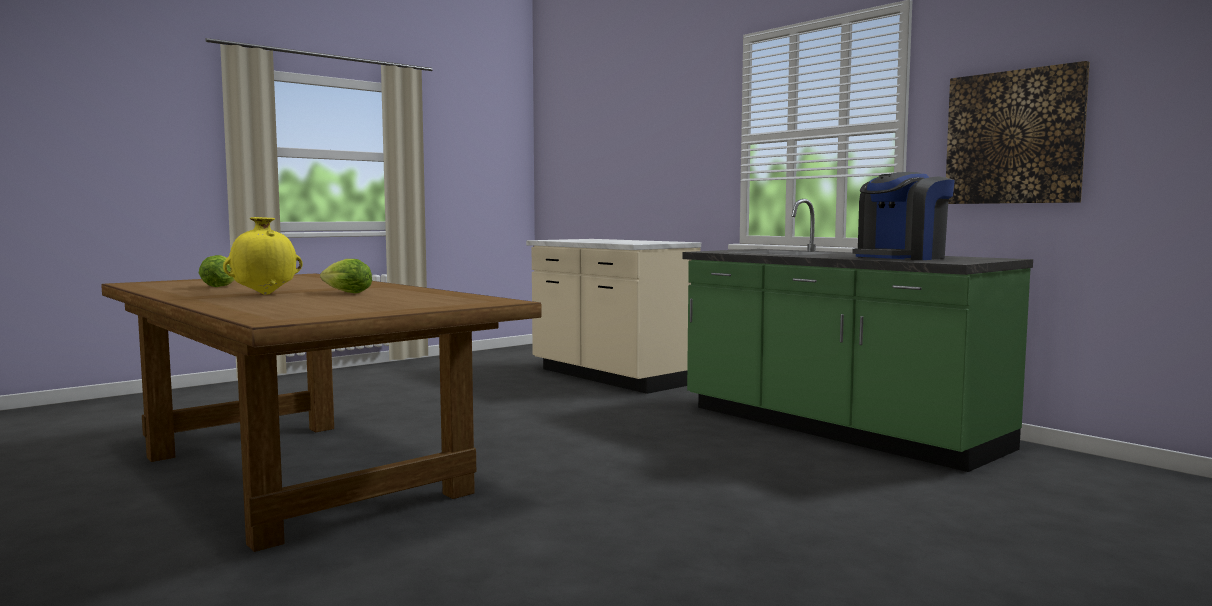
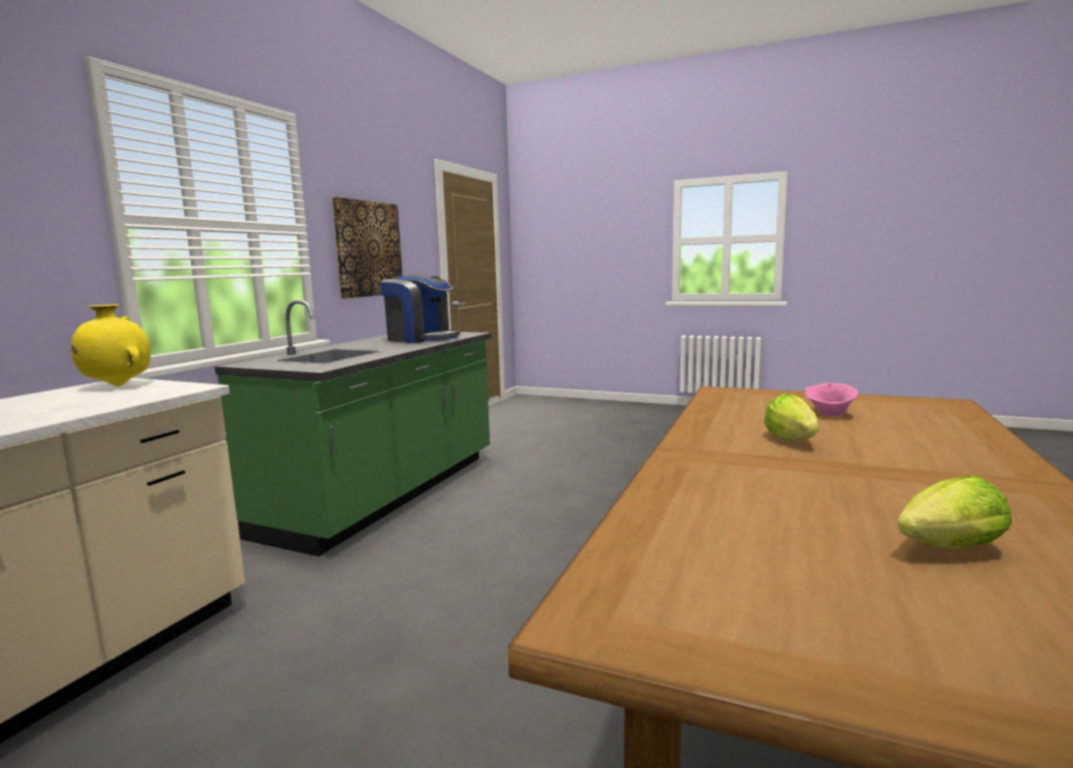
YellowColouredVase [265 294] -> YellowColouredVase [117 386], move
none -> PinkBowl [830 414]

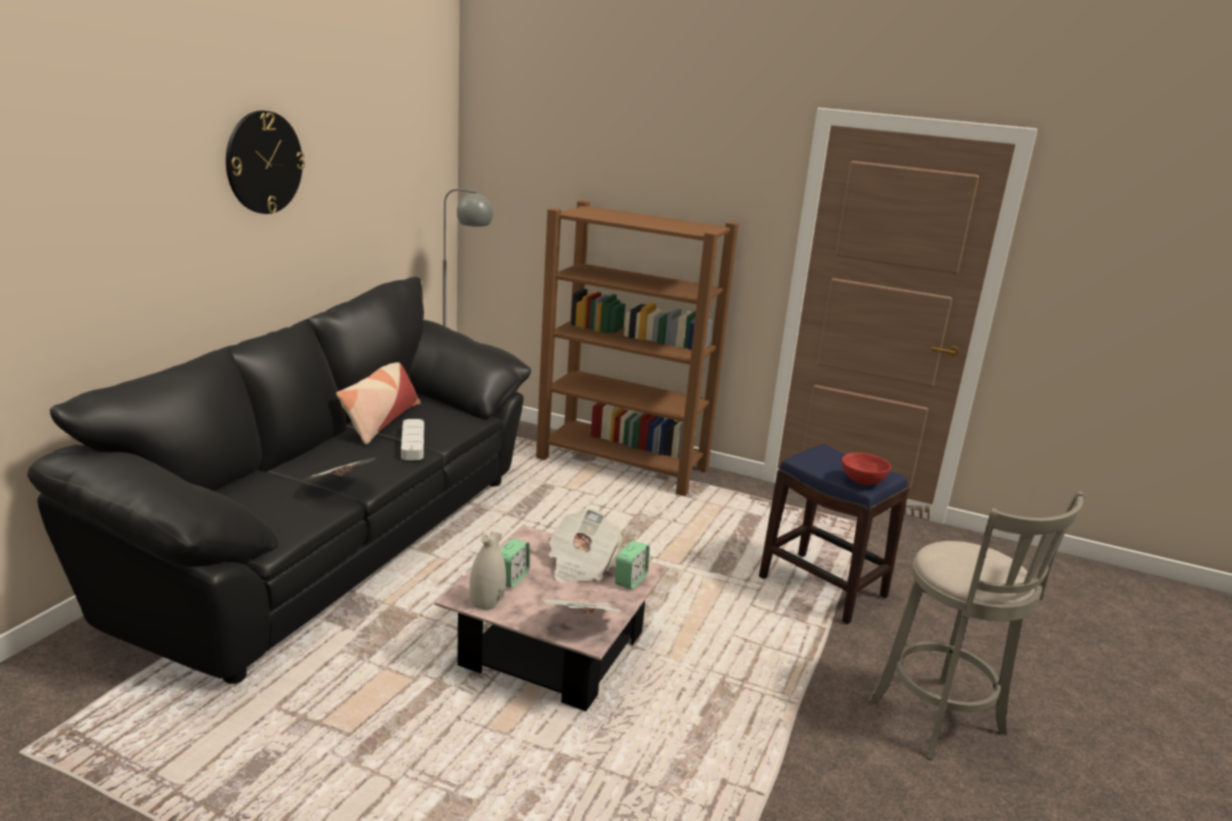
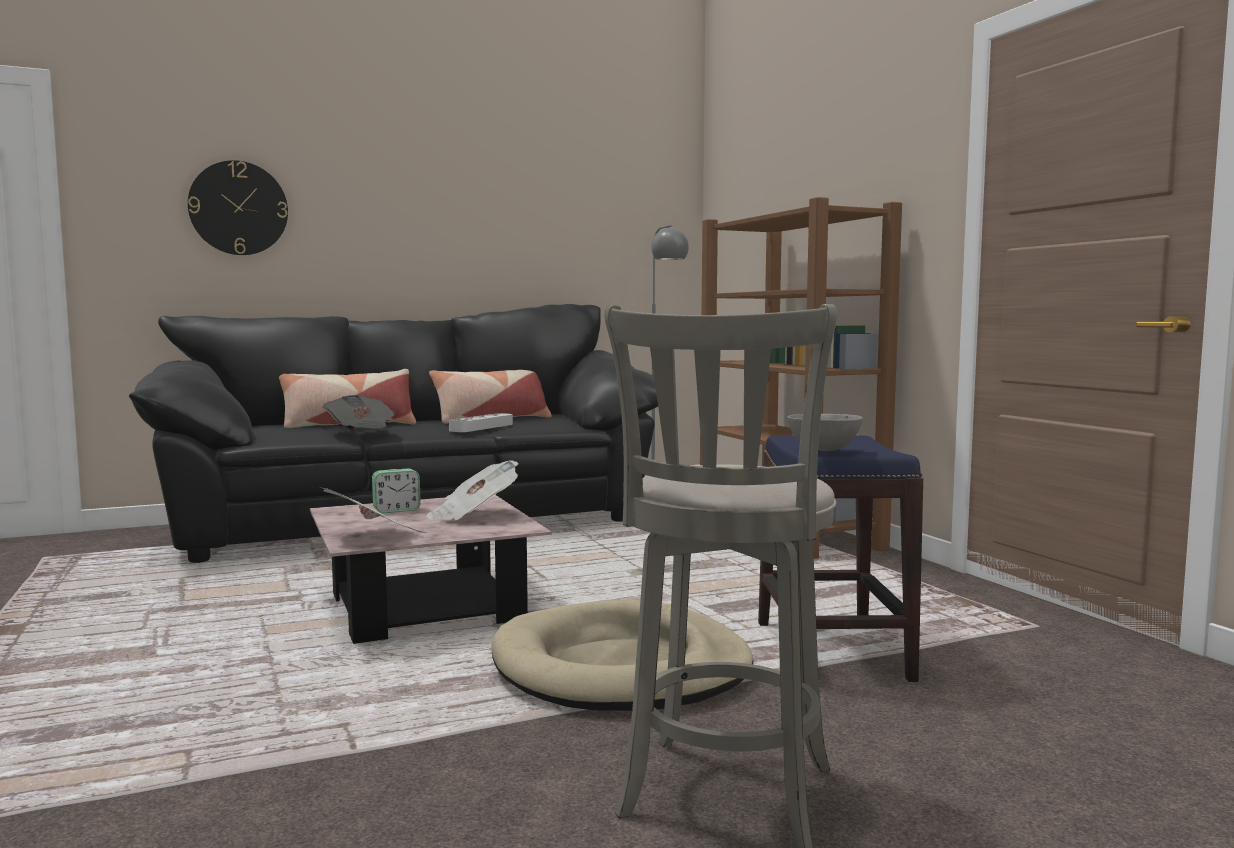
ClockOnTheWall [264 162] -> ClockOnTheWall [238 208], move
none -> Pillow [349 425]
none -> BeigeDogCushion [621 668]
ReddishBowl [861 482] -> GreyBowl [822 450]
WhiteVase [487 601] -> none
BedsideClock [630 580] -> none

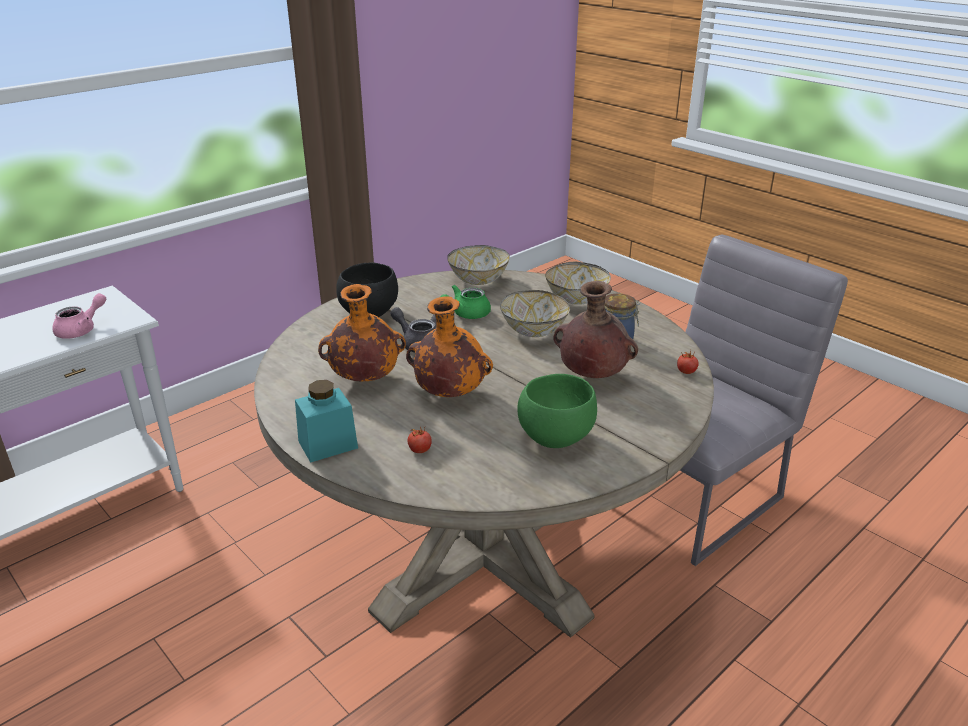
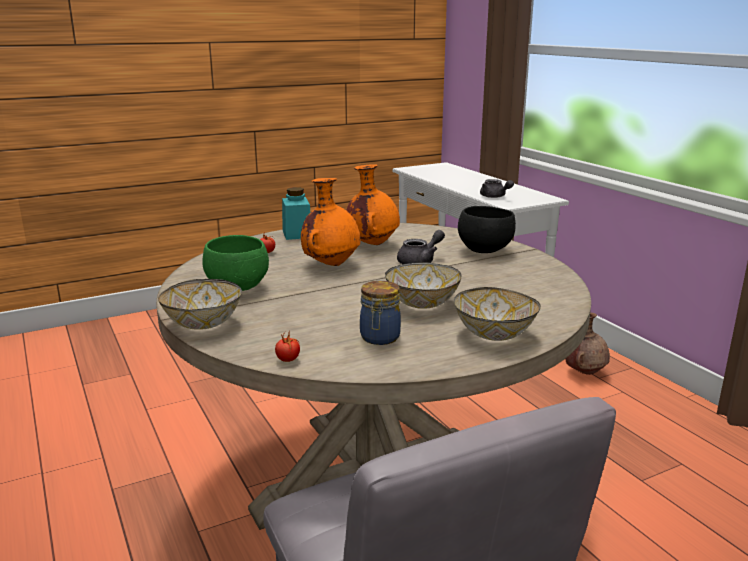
Bowl [477 280] -> Bowl [203 323], move
PinkTeaPot [81 330] -> GreyTeaPot [495 197]
BrownVase [591 375] -> BrownVase [585 372], move
GreenColouredTeaPot [466 314] -> none

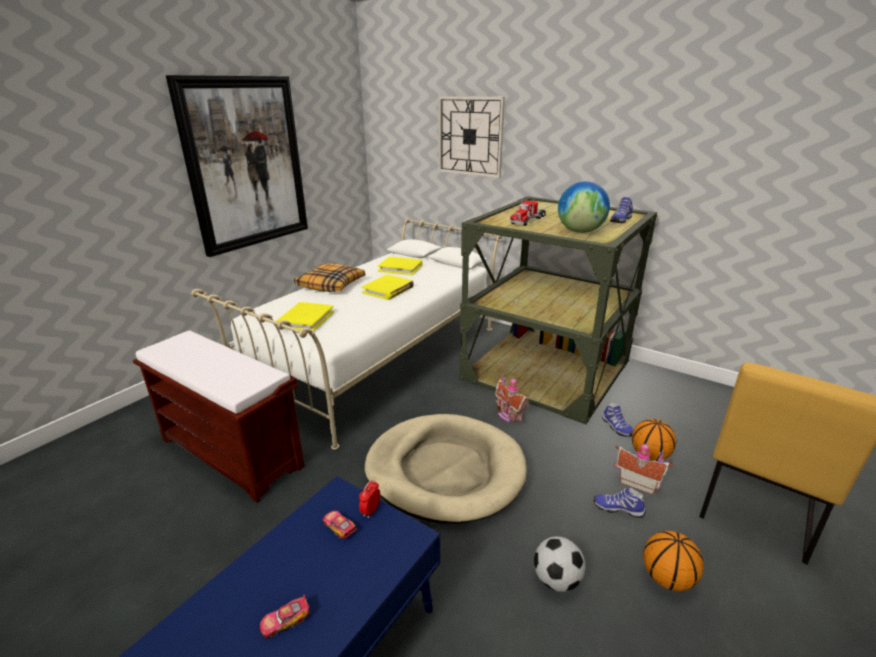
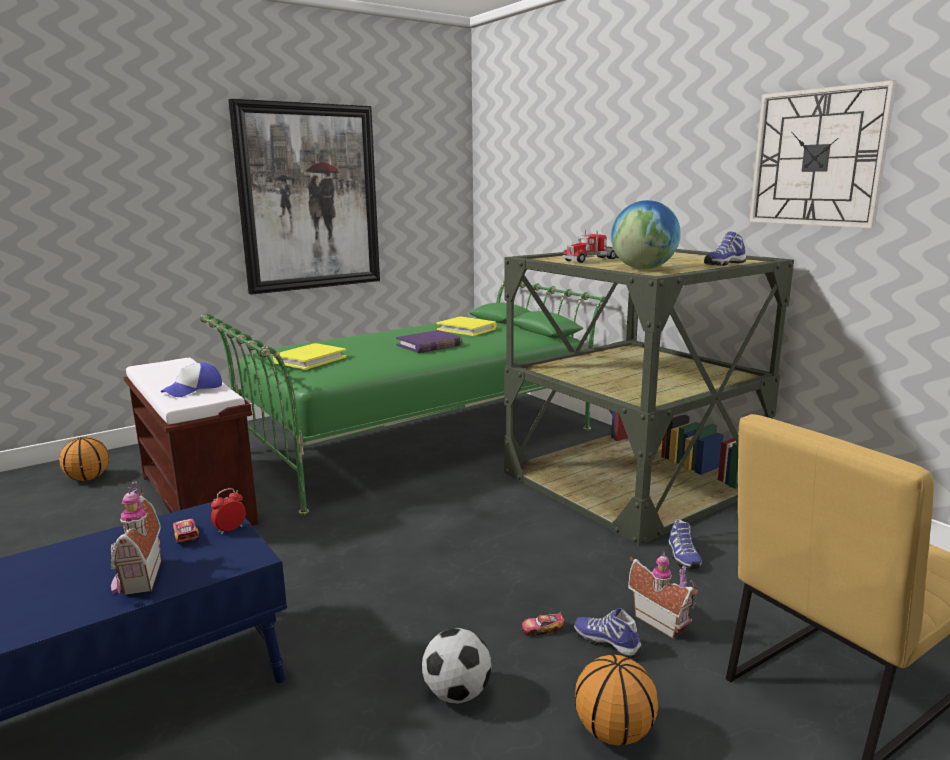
BallForBasketball [650 455] -> BallForBasketball [88 478], move
ModelHouse [508 415] -> ModelHouse [136 579], move
none -> BaseballCap [193 389]
WhiteBedroomBed [377 359] -> GreenColouredBedroomBed [419 440]
YellowColouredBoundBook [388 289] -> PurpleColouredBoundBook [429 345]
ModelCar [285 621] -> ModelCar [542 629], move
ClockOnTheWall [470 136] -> ClockOnTheWall [817 158], move
Pillow [331 285] -> none
BeigeDogCushion [445 470] -> none

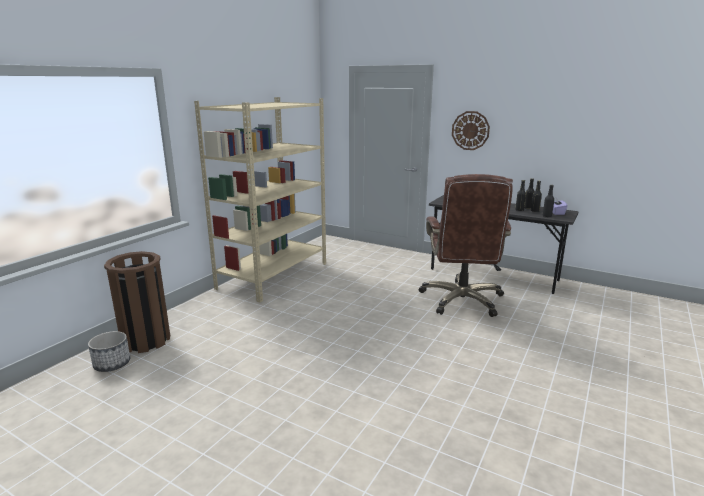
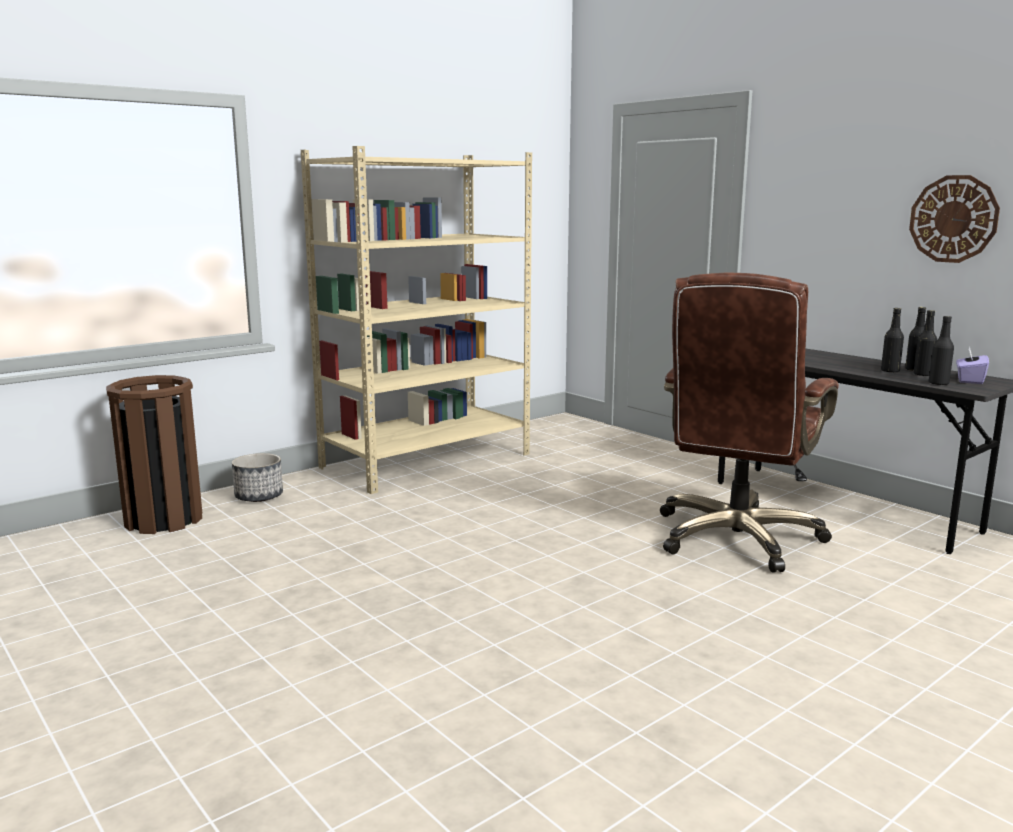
Planter [112 364] -> Planter [259 496], move
ClockOnTheWall [470 130] -> ClockOnTheWall [953 219], move

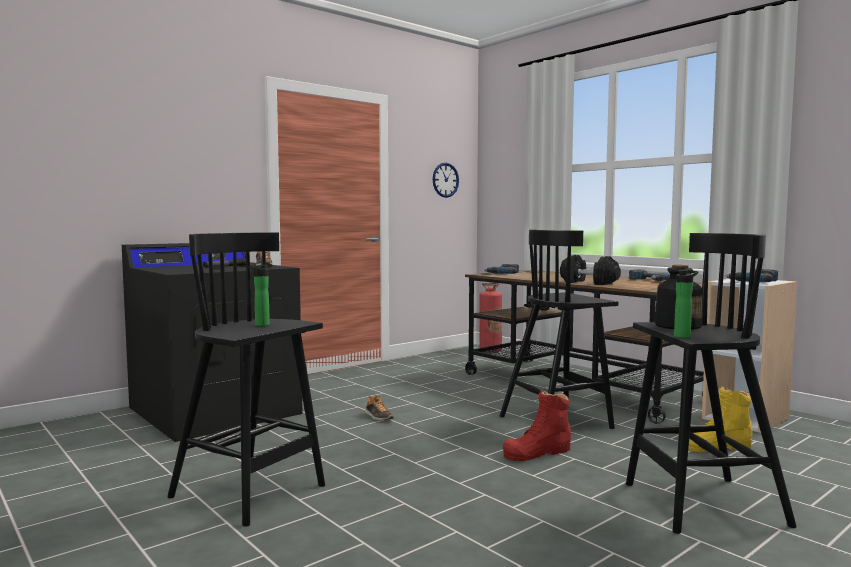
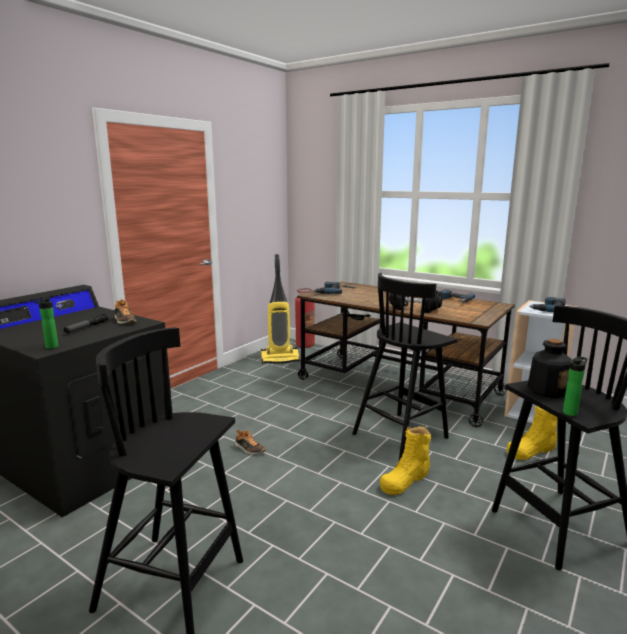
BeverageBottle [260 325] -> BeverageBottle [50 347], move
none -> VacuumCleaner [280 359]
ReddishBoot [537 453] -> YellowColouredBoot [405 480]
ClockOnTheWall [445 180] -> none

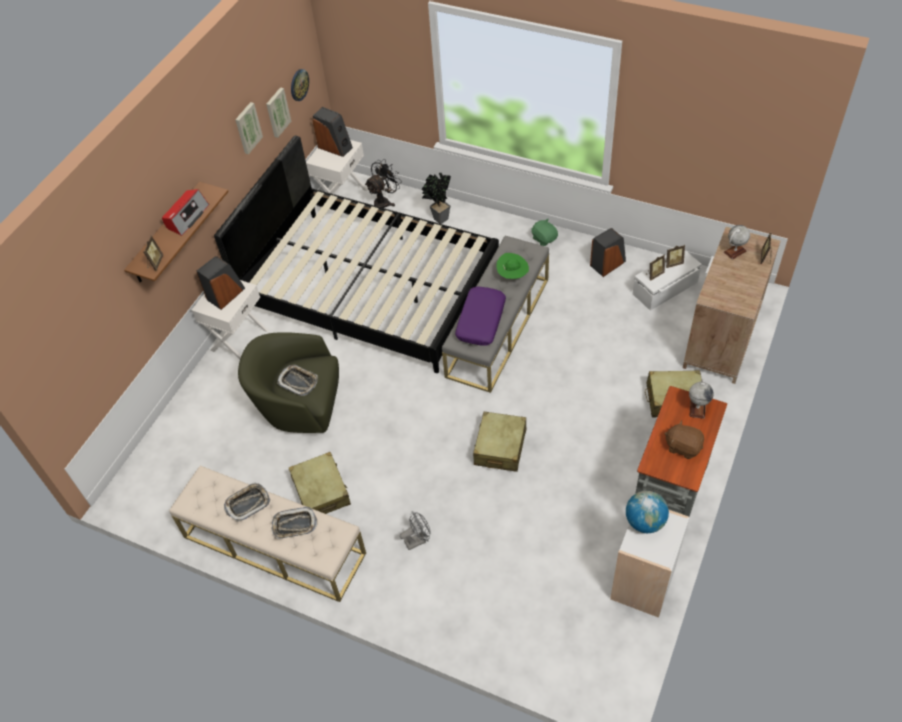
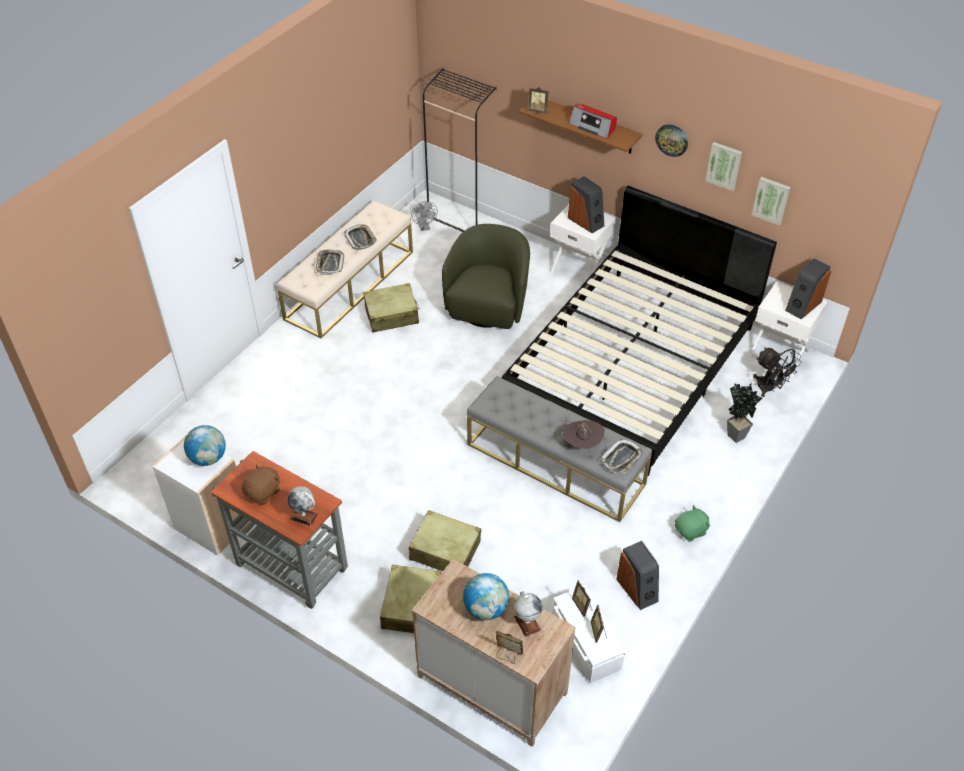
BeigePieceOfLuggage [500 447] -> BeigePieceOfLuggage [445 551], move
GreyFan [418 540] -> GreyFan [424 227], move
none -> BlackColouredGarmentRack [461 218]
none -> WorldGlobe [486 609]
GreenColouredHat [512 275] -> BrownHat [582 444]
ServingTray [298 381] -> ServingTray [621 459], move
ClockOnTheWall [299 85] -> ClockOnTheWall [672 140], move
PurpleColouredPillow [480 320] -> none

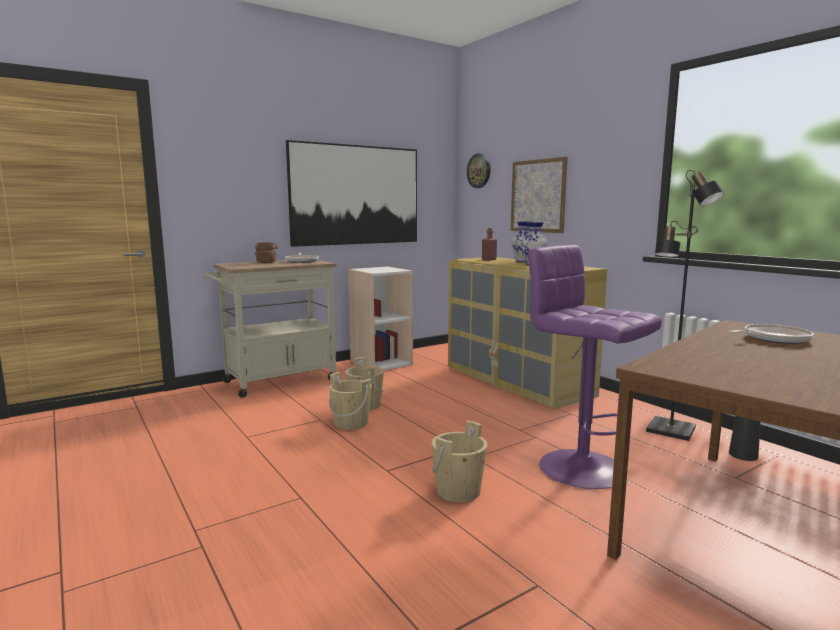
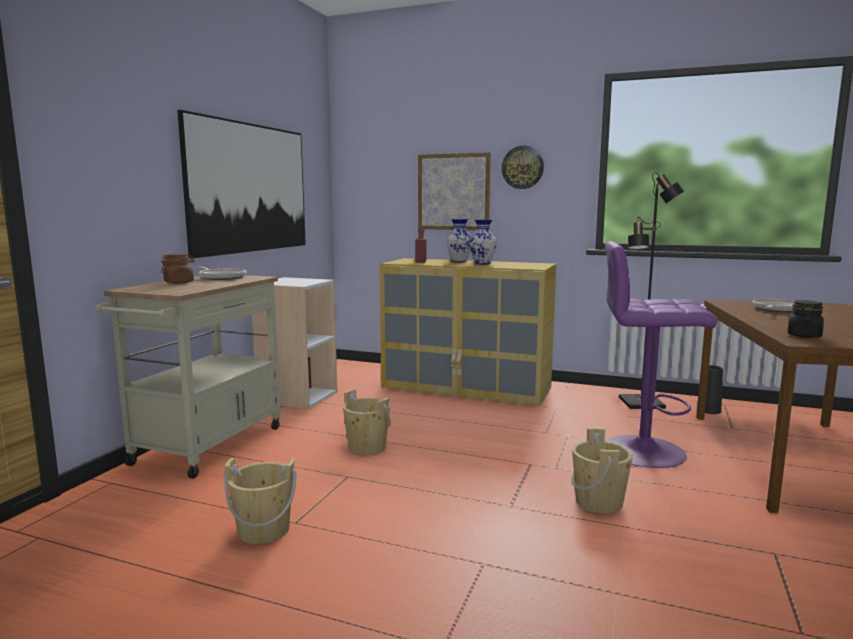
BeigeBucket [351 423] -> BeigeBucket [263 530], move
ClockOnTheWall [479 171] -> ClockOnTheWall [522 167], move
none -> BlackColouredJar [803 335]

